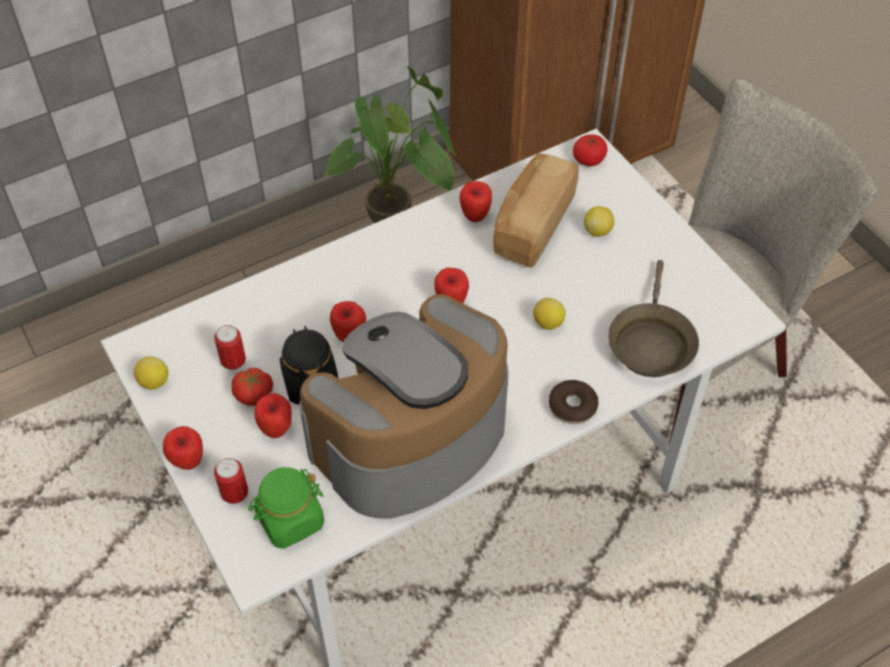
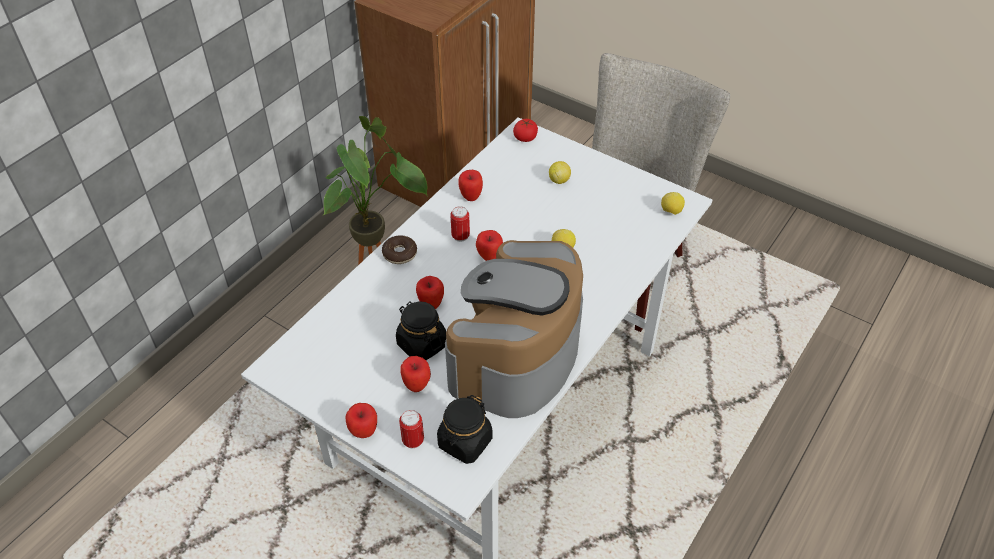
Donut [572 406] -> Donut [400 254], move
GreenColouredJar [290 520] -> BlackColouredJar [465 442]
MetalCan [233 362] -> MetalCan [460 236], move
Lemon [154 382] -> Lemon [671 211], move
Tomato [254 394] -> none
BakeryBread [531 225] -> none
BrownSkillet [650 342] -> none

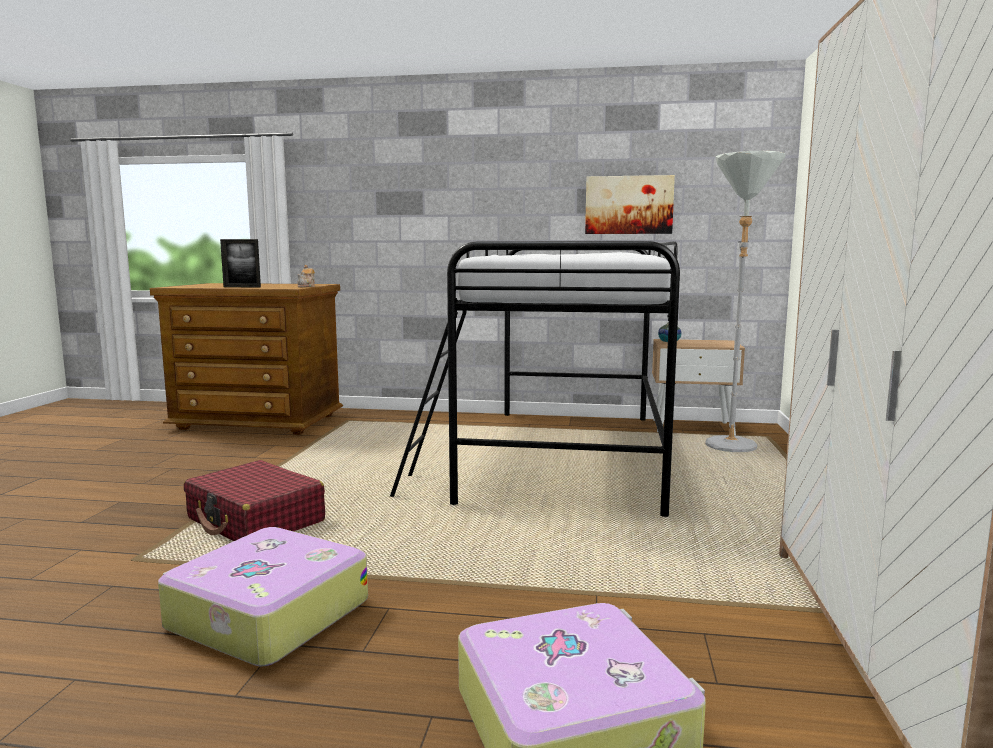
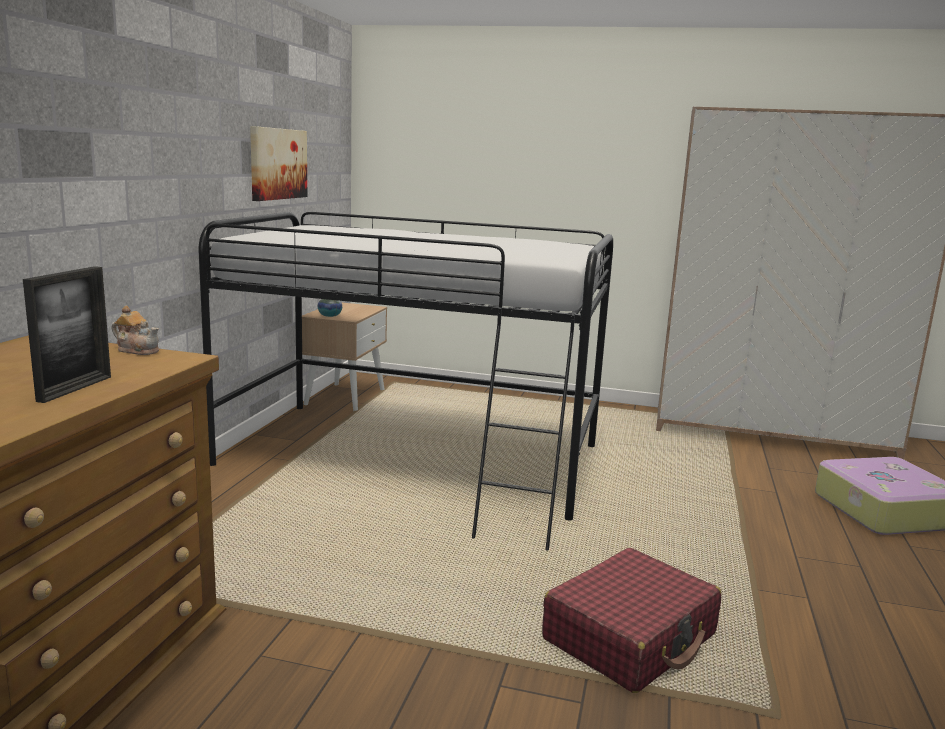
PieceOfLuggage [266 615] -> none
GreyFloorLamp [731 449] -> none

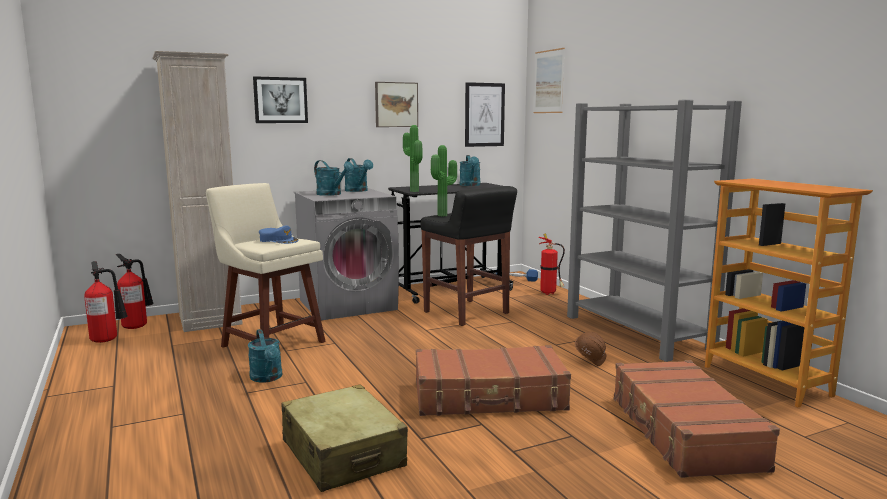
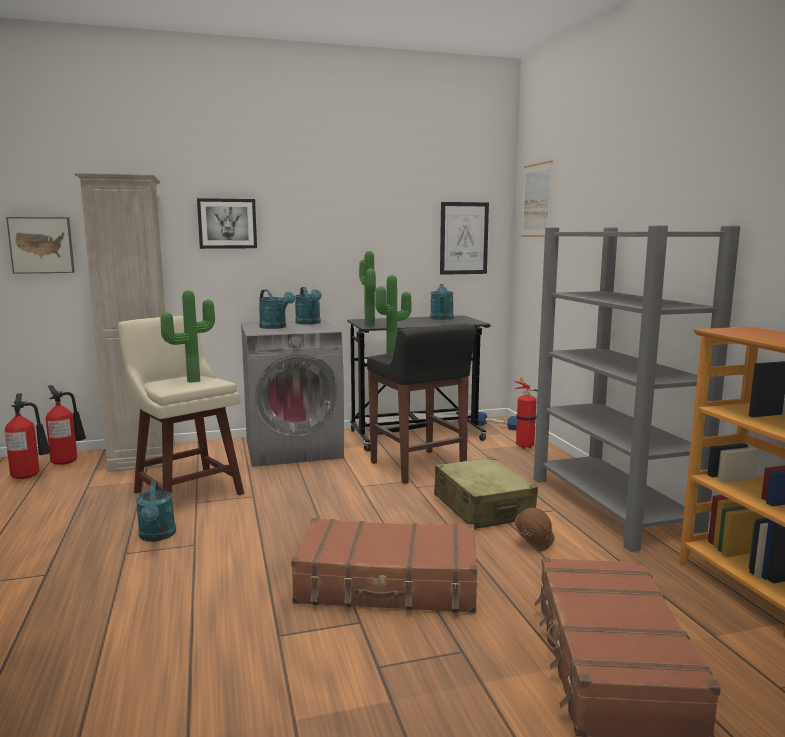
Picture [396 104] -> Picture [42 245], move
BluishBaseballCap [278 240] -> PottedPlant [192 380]
BeigePieceOfLuggage [343 454] -> BeigePieceOfLuggage [483 507], move

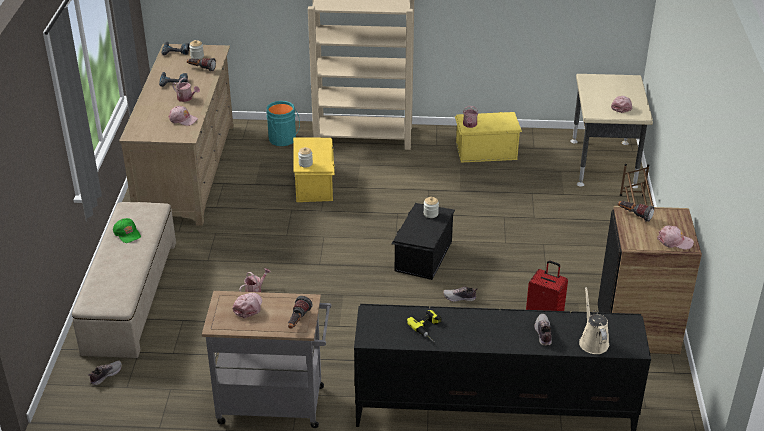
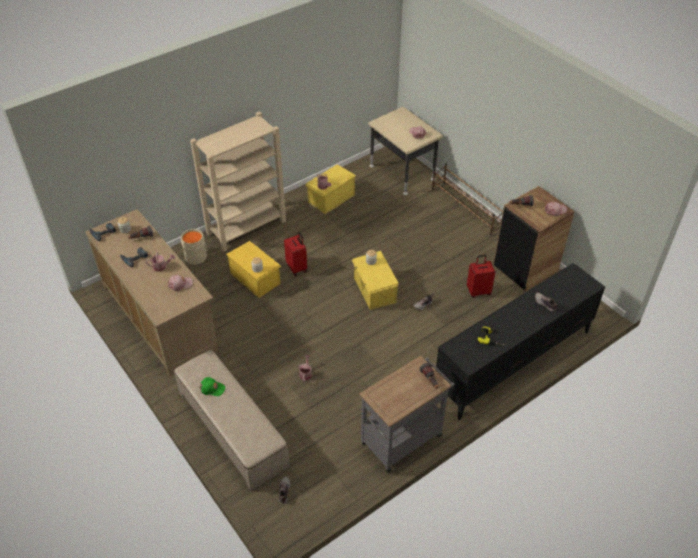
TurquoiseBucket [283 139] -> BeigeBucket [197 257]
none -> ReddishPieceOfLuggage [297 267]
BlackColouredStorageBox [422 256] -> YellowColouredStorageBox [374 290]
PinkBaseballCap [248 307] -> none
BeigeWateringCan [592 341] -> none

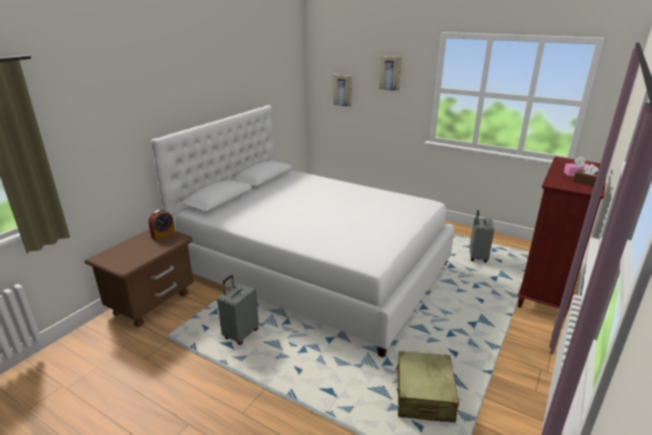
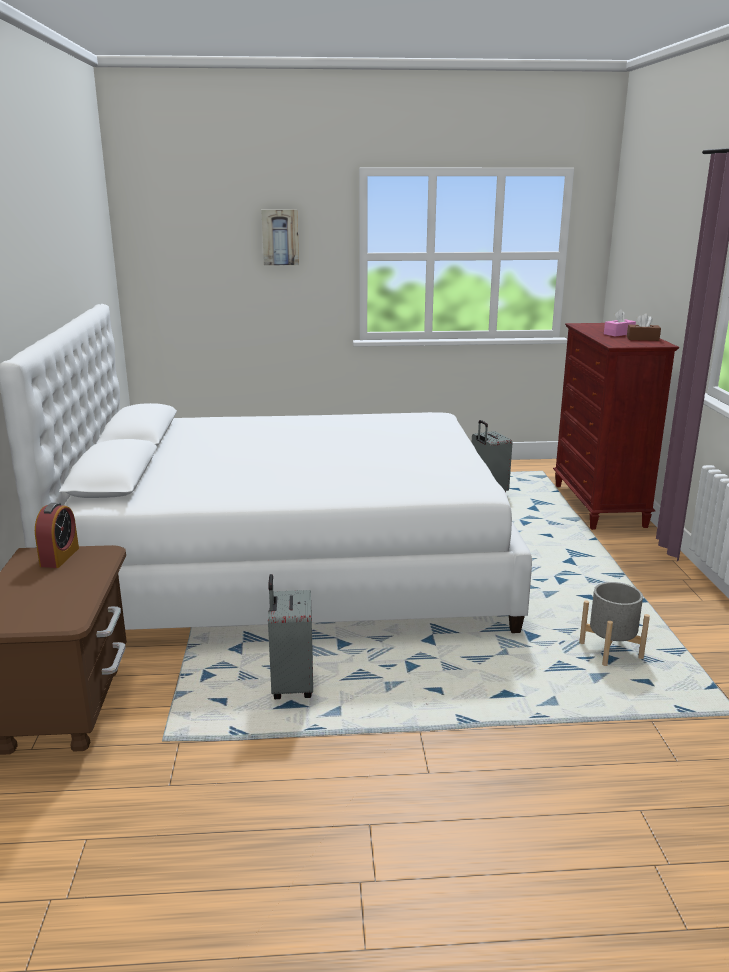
BeigePieceOfLuggage [424 395] -> GreyPlanter [610 651]
Picture [343 90] -> none

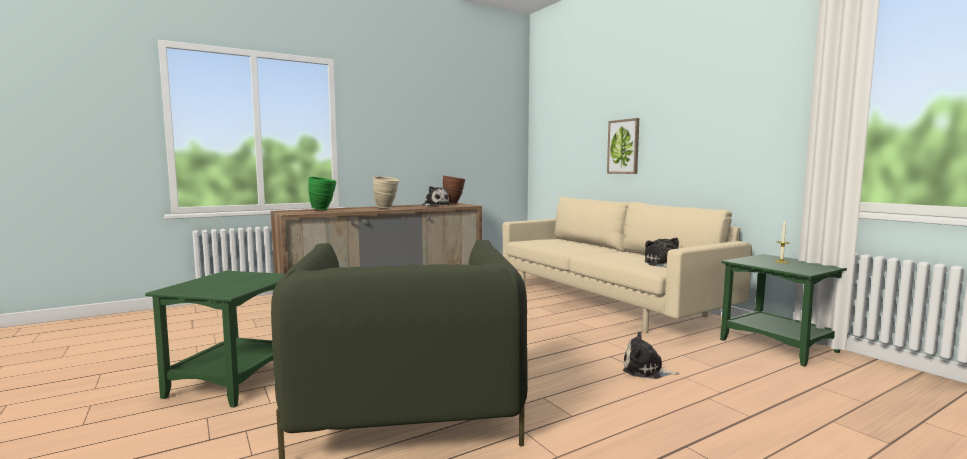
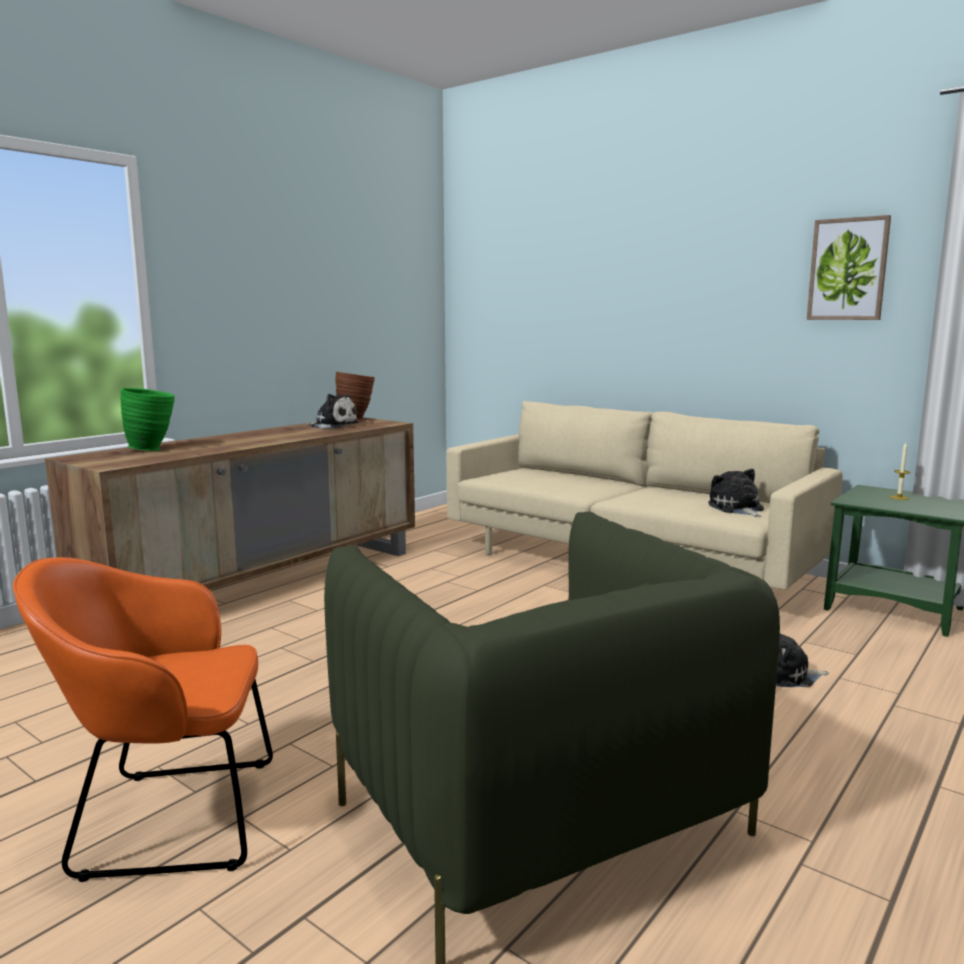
GreenColouredEndTable [233 380] -> OrangeyArmchair [167 817]
Picture [623 146] -> Picture [848 269], move
BeigeVase [386 208] -> none

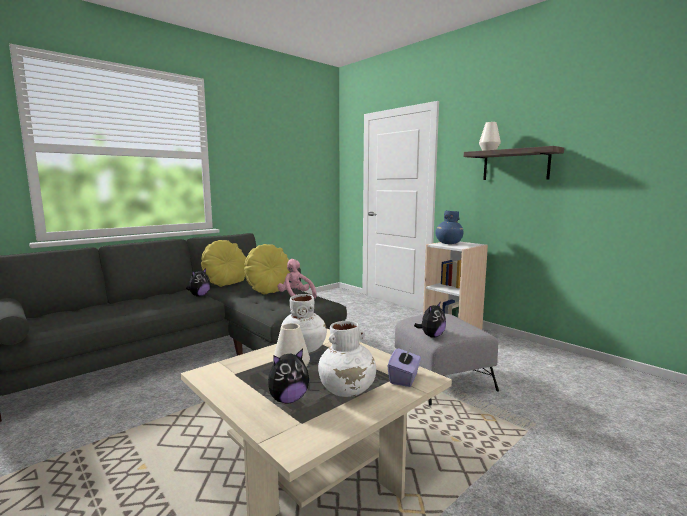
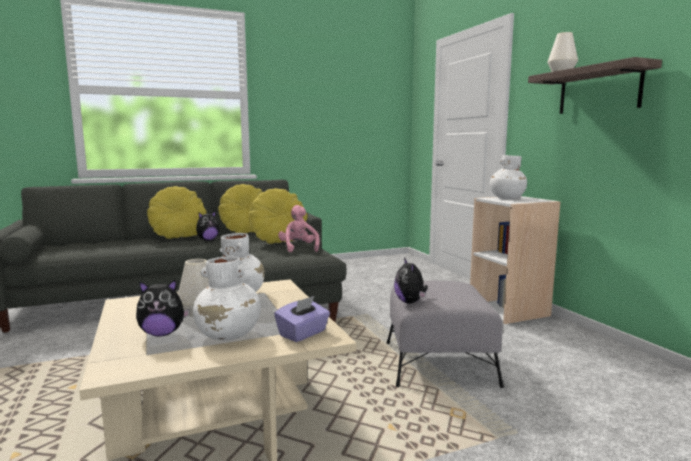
none -> YellowColouredPillow [178 237]
PlushToy [431 336] -> PlushToy [410 302], 105 degrees clockwise
BluishVase [448 243] -> WhiteVase [506 198]

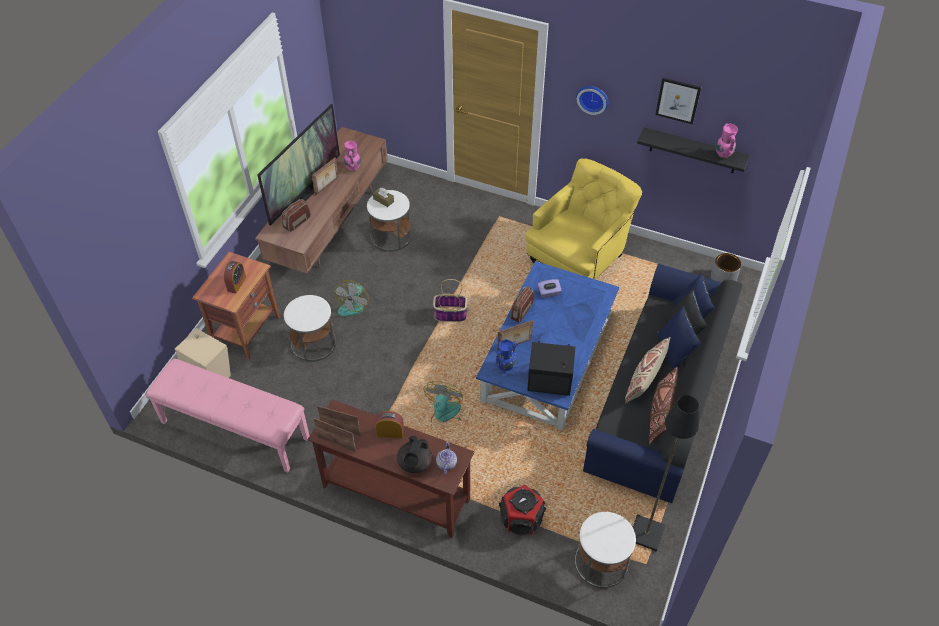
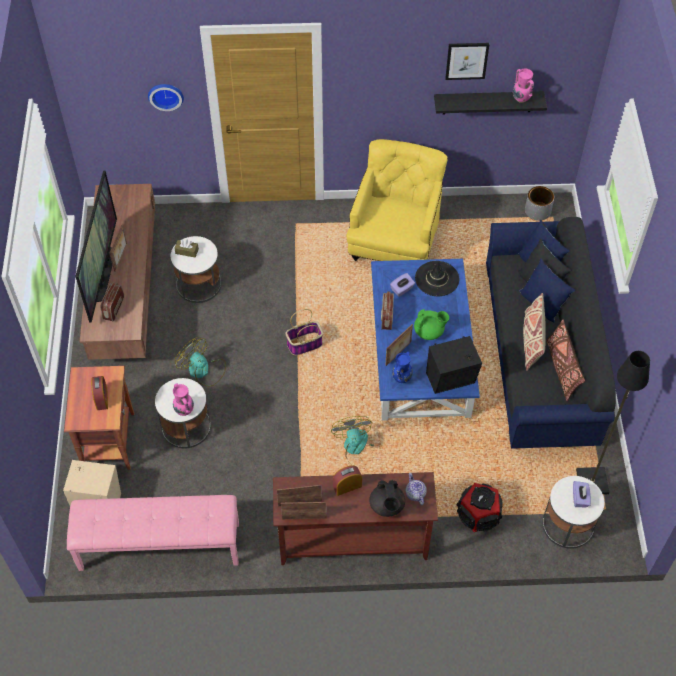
ClockOnTheWall [593 98] -> ClockOnTheWall [165 94], move
PinkVase [353 167] -> PinkVase [184 410], move
Fan [354 304] -> Fan [203 370], 135 degrees clockwise
none -> GreenColouredTeaPot [429 332]
none -> BlackColouredHat [437 279]
none -> PurpleColouredTissueHolder [580 498]

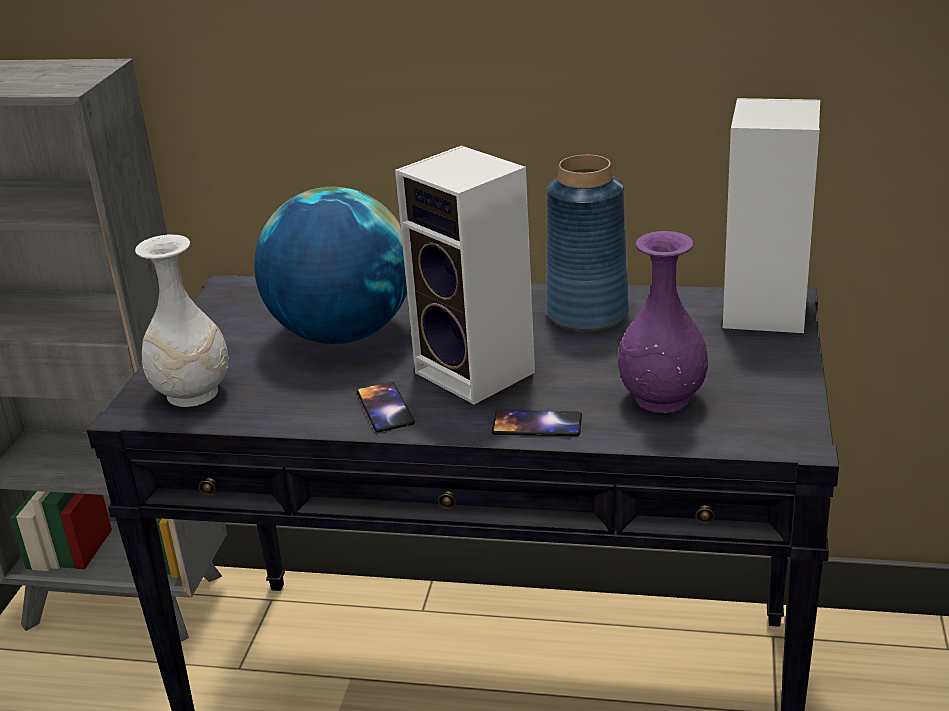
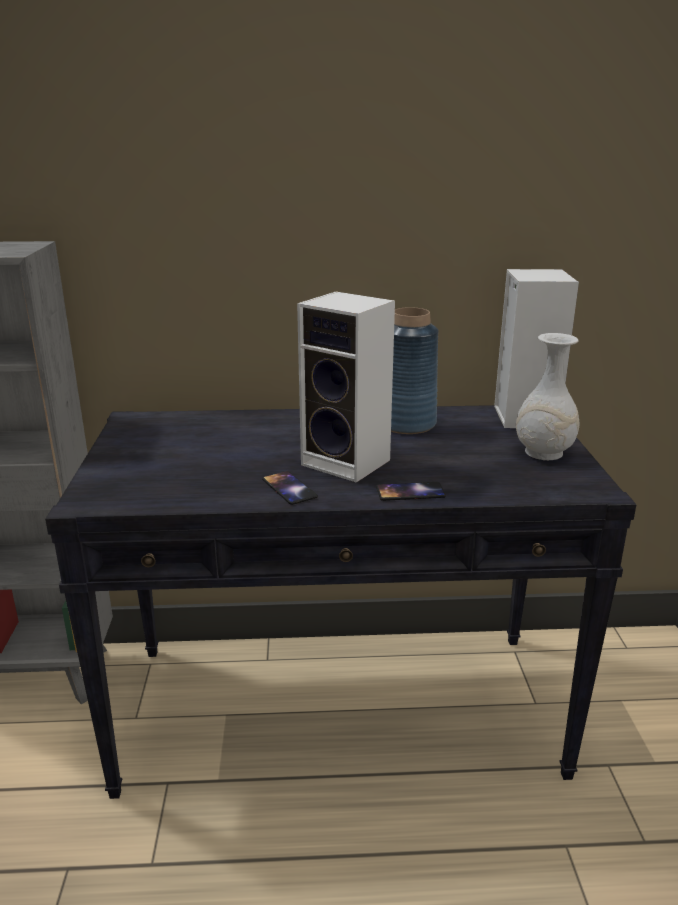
WhiteVase [191 394] -> WhiteVase [543 453], move
WorldGlobe [342 334] -> none
PurpleColouredVase [661 398] -> none

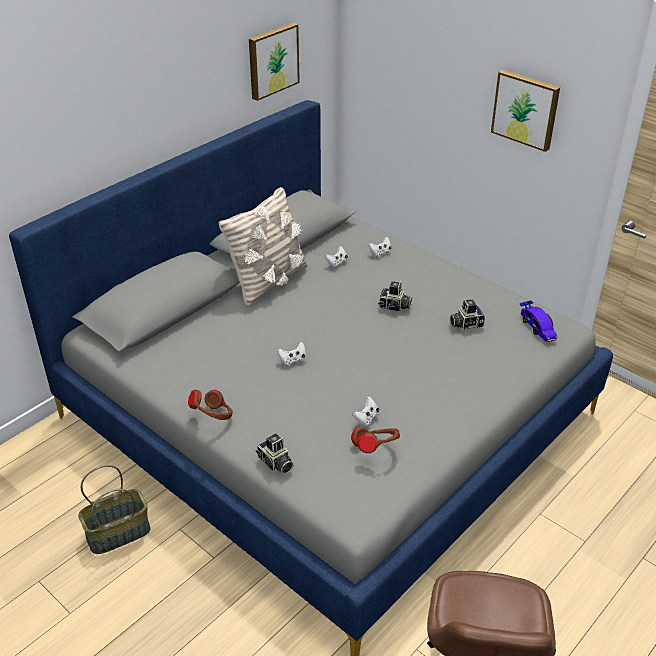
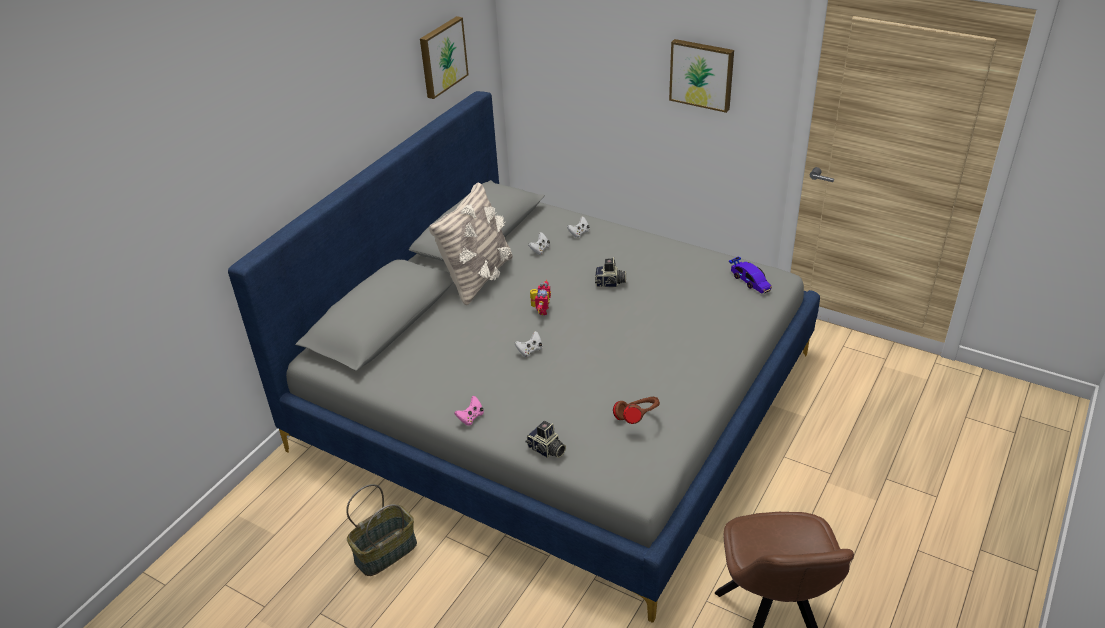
BrownHeadphones [213 417] -> PinkJoypad [471 417]
none -> ToyRobot [540 310]
WhiteJoypad [366 419] -> none
PhotoCamera [465 324] -> none

